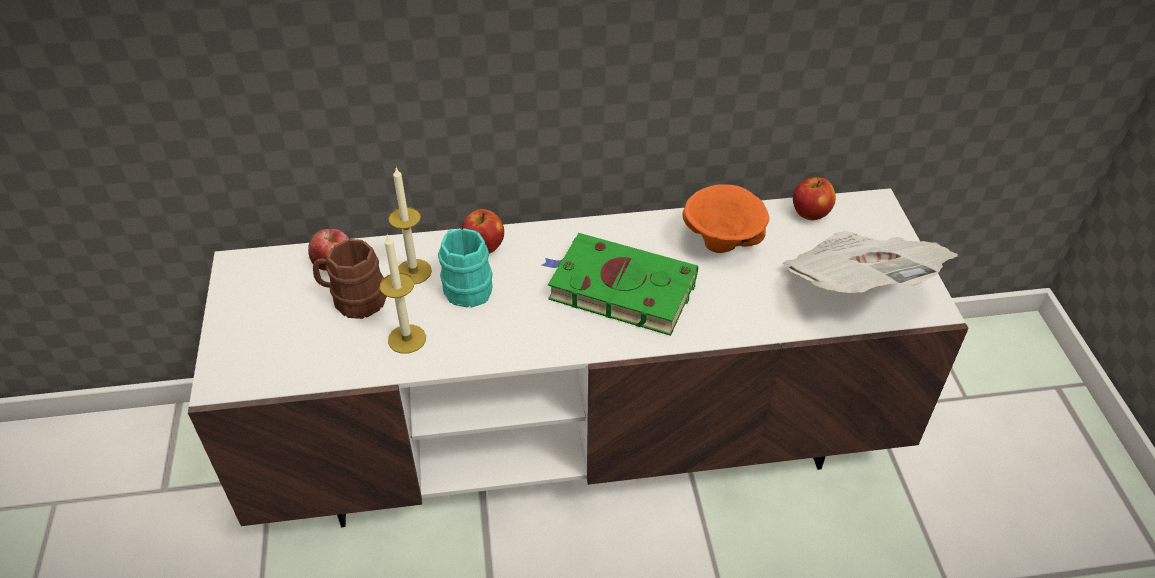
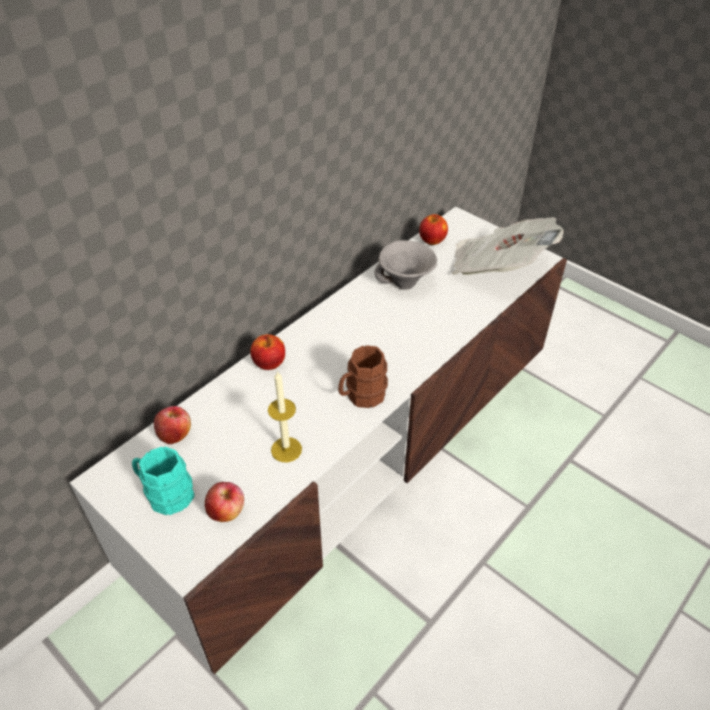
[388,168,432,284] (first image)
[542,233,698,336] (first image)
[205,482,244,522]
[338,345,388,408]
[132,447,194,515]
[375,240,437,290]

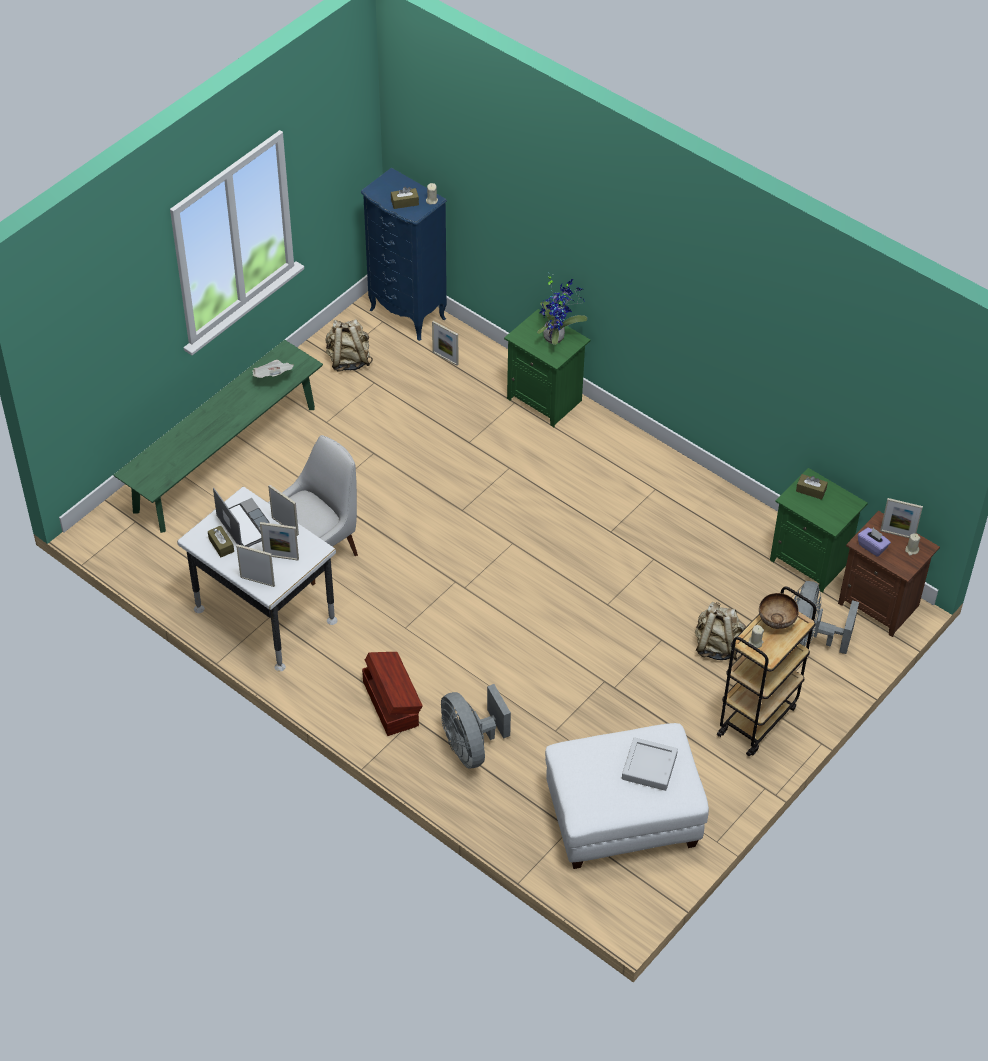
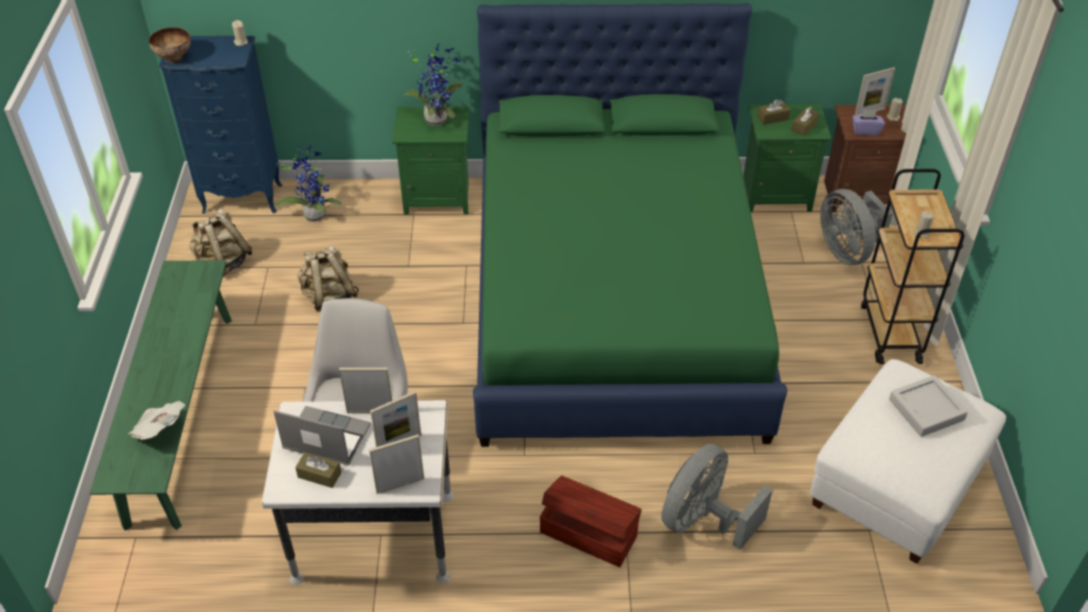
[473,3,787,447]
[129,401,185,440]
[791,106,819,136]
[297,245,359,312]
[149,27,191,63]
[276,145,342,222]
[661,444,773,550]

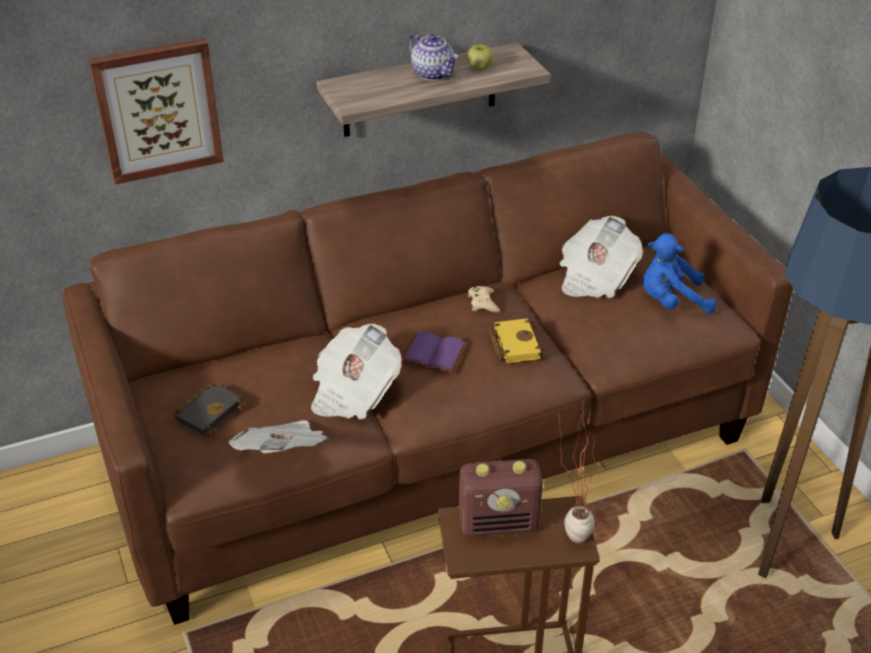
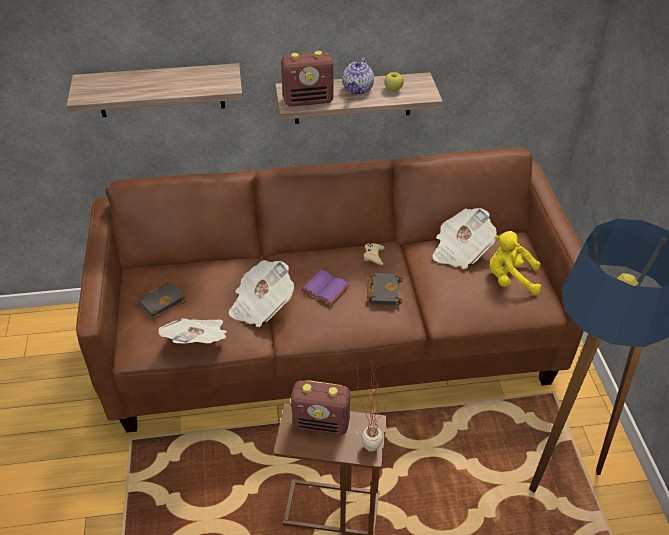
[281,51,334,107]
[67,63,243,117]
[367,273,403,306]
[490,231,541,295]
[342,57,374,95]

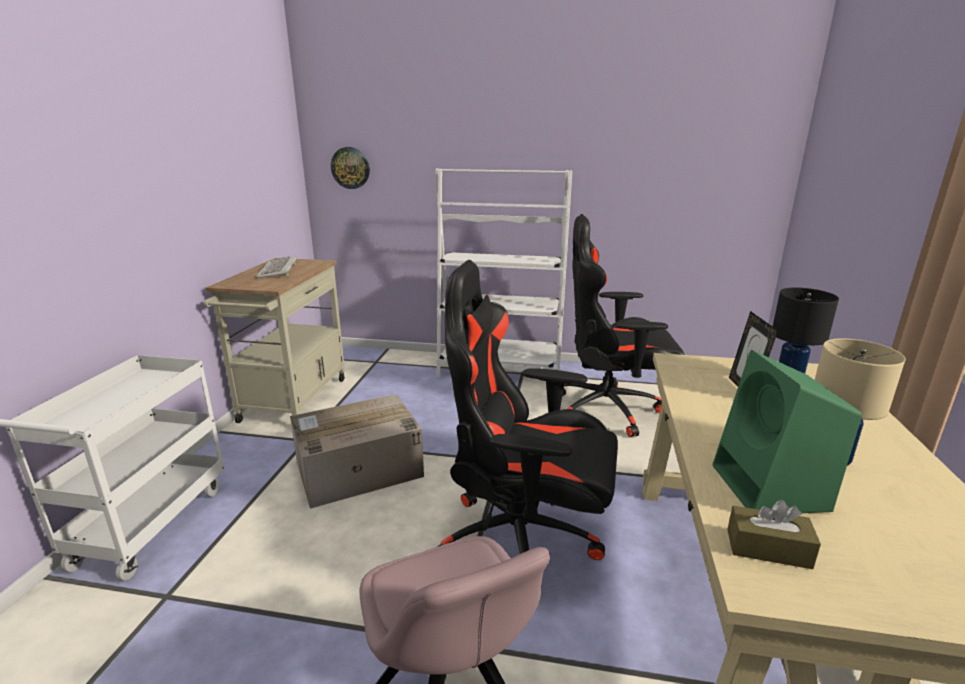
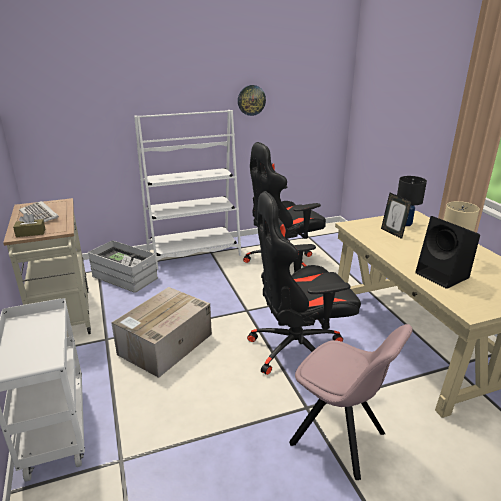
[88,240,158,293]
[238,85,266,116]
[13,213,45,237]
[415,216,480,289]

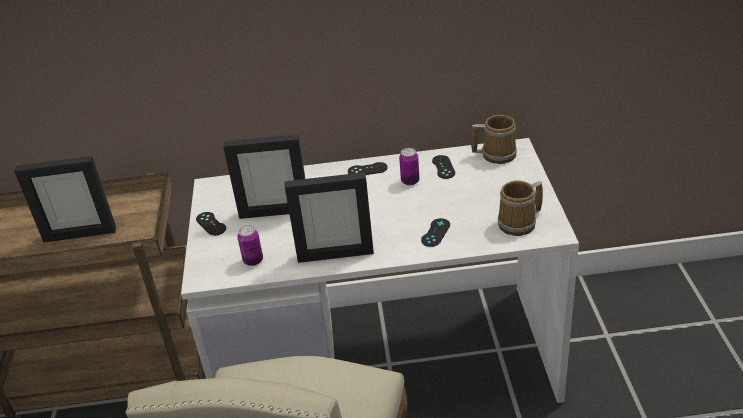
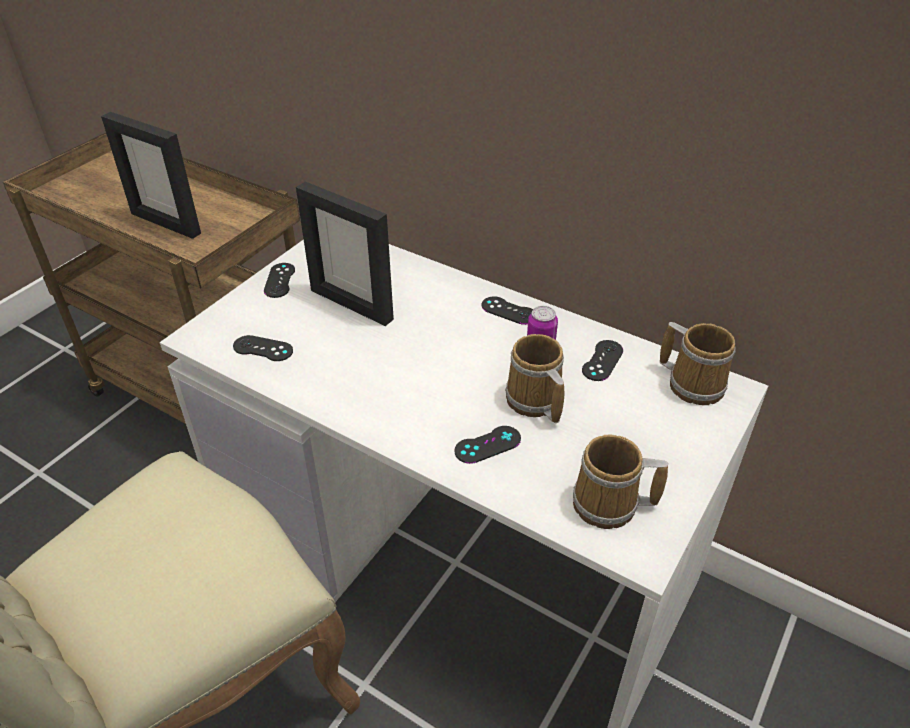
[285,172,374,263] (first image)
[505,334,564,423]
[233,335,293,361]

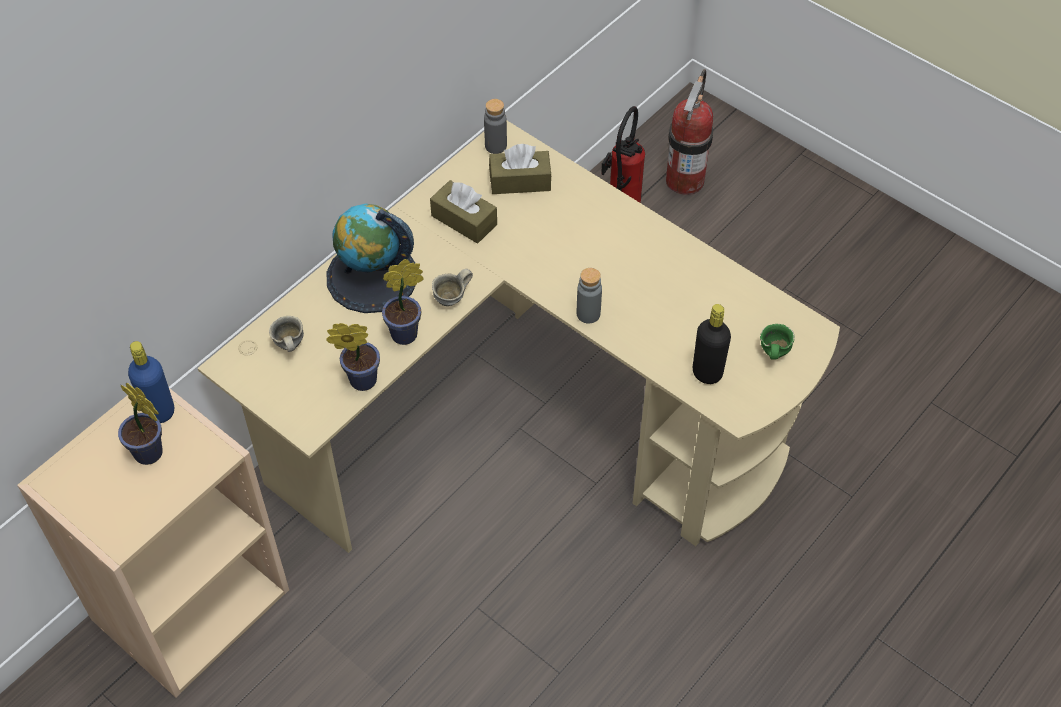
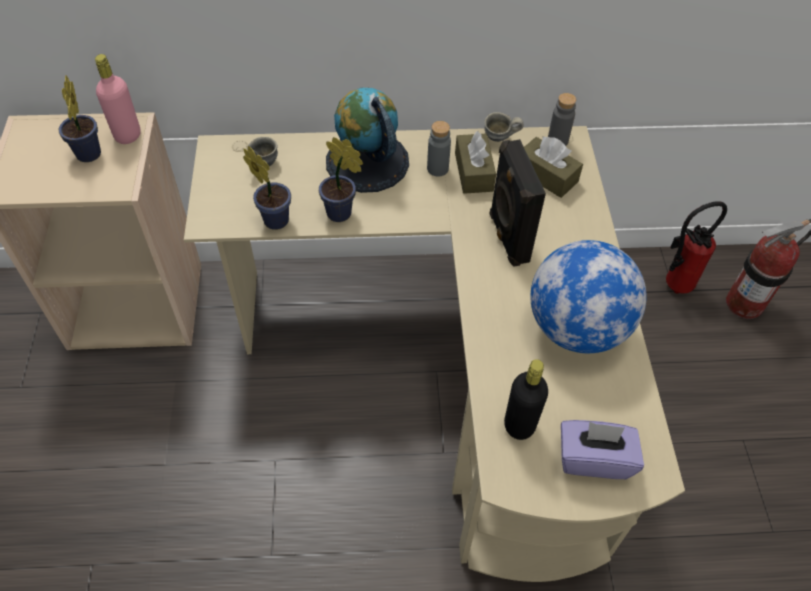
[489,139,546,267]
[530,240,646,353]
[484,112,524,142]
[427,121,451,177]
[561,420,644,479]
[95,54,141,144]

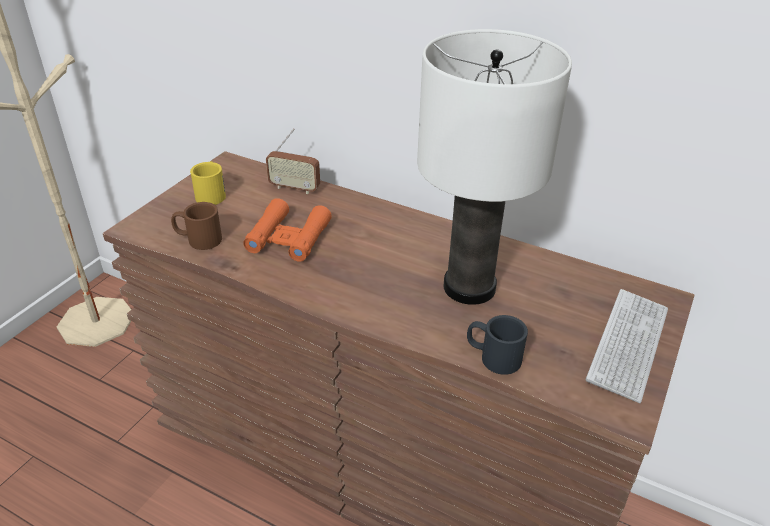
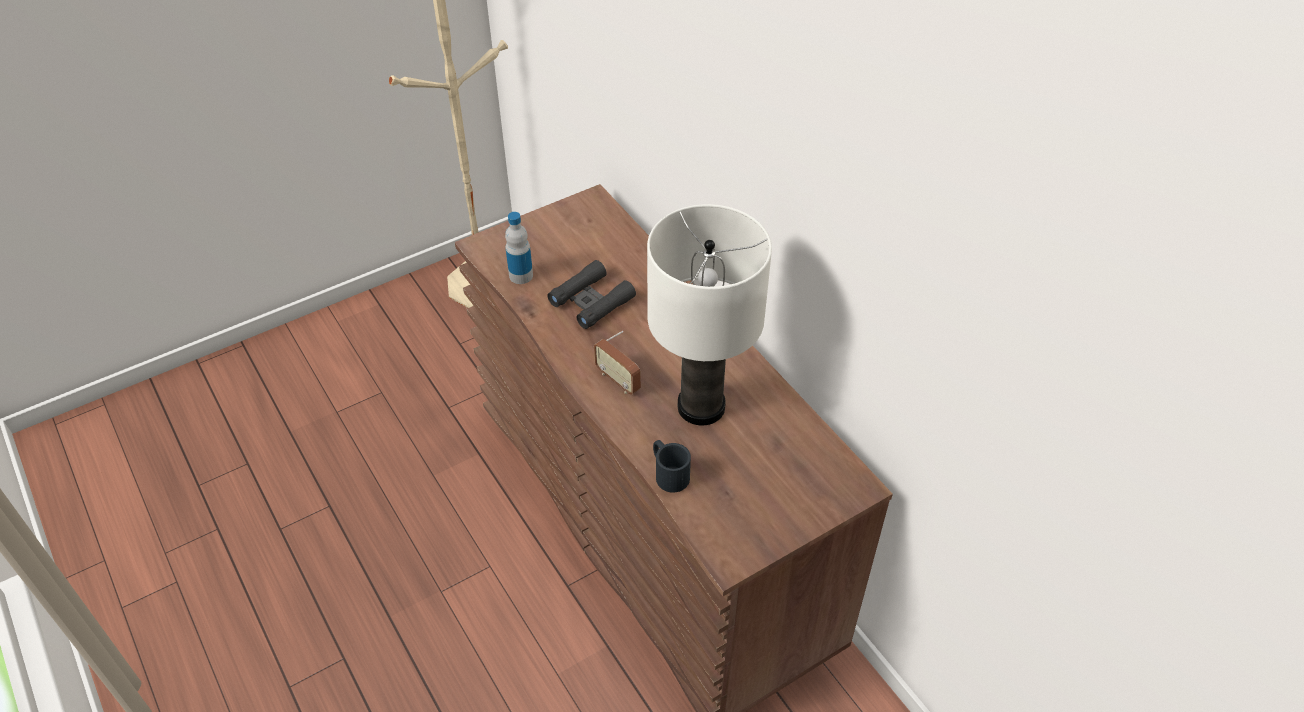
[190,161,226,205] (first image)
[586,289,668,403] (first image)
[594,331,641,395]
[505,212,533,284]
[547,260,636,329]

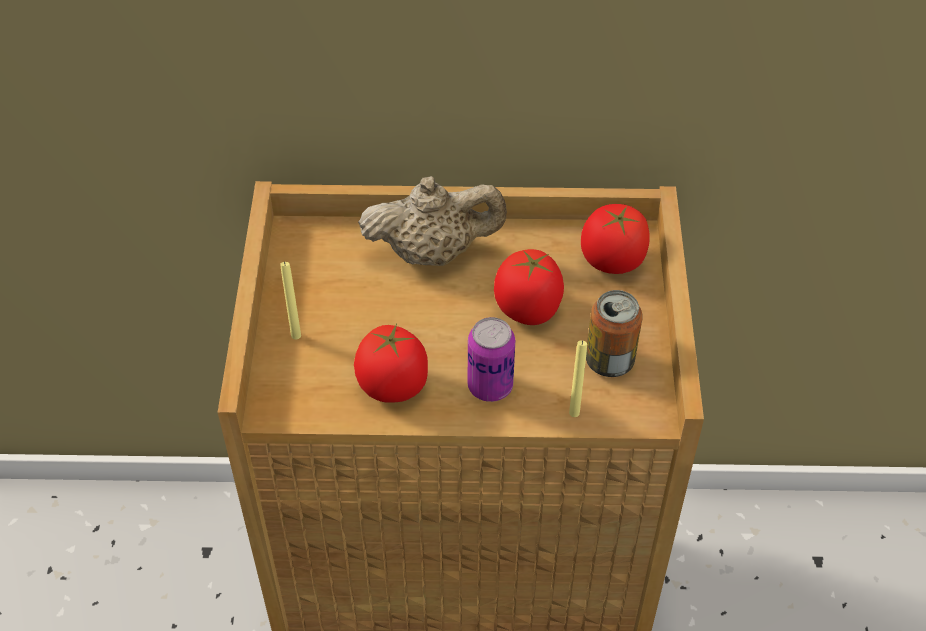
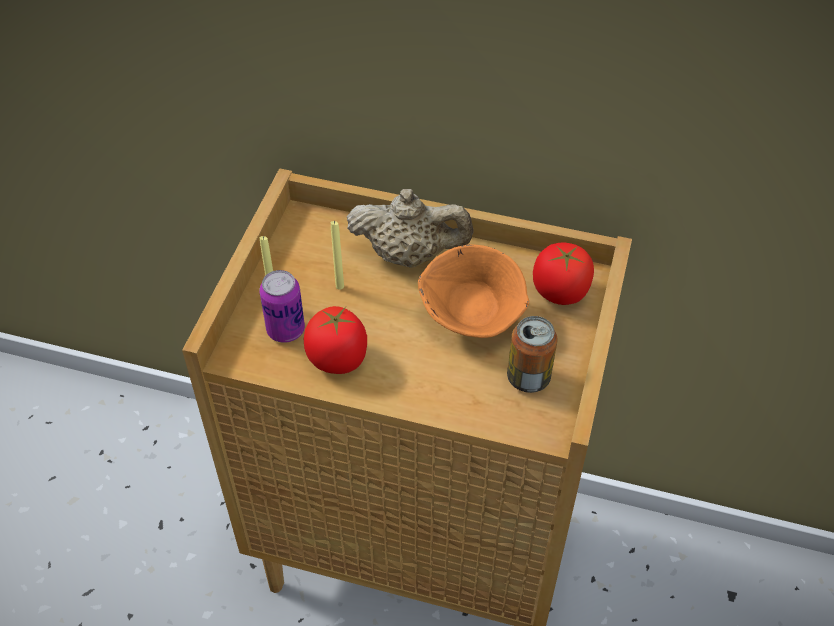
[260,270,305,343]
[331,221,344,290]
[418,244,529,338]

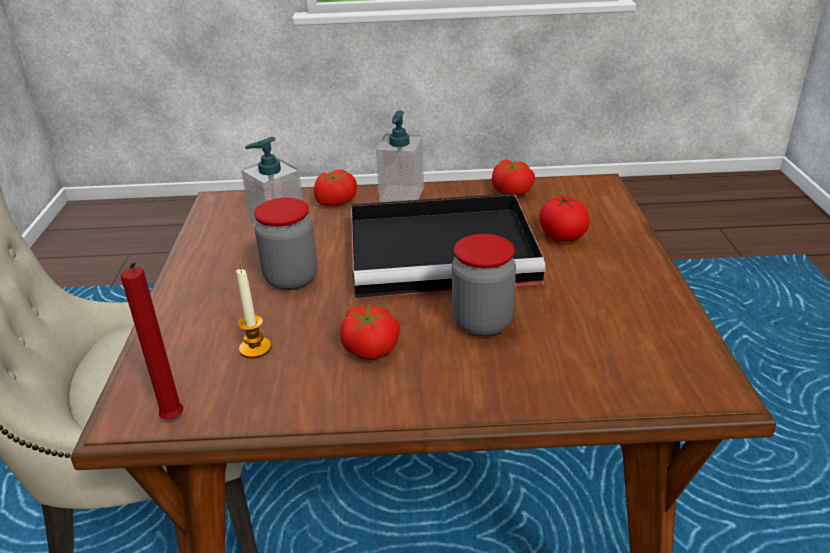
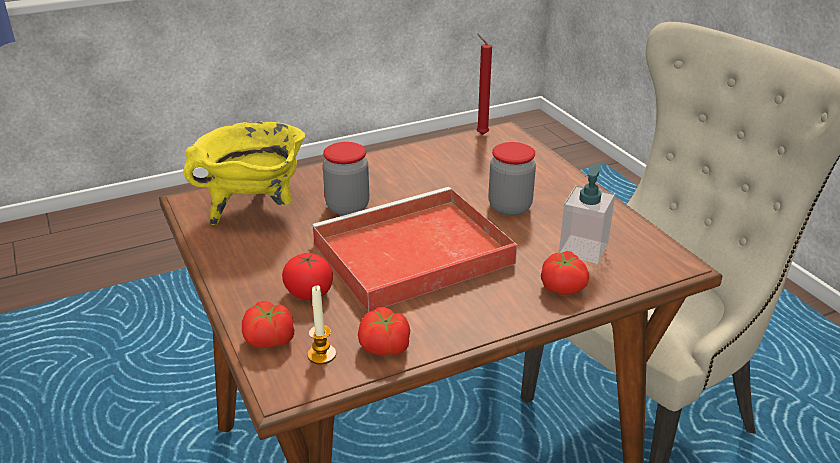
[376,110,424,202] (first image)
[183,122,305,225]
[307,285,336,365]
[242,301,294,348]
[311,187,517,312]

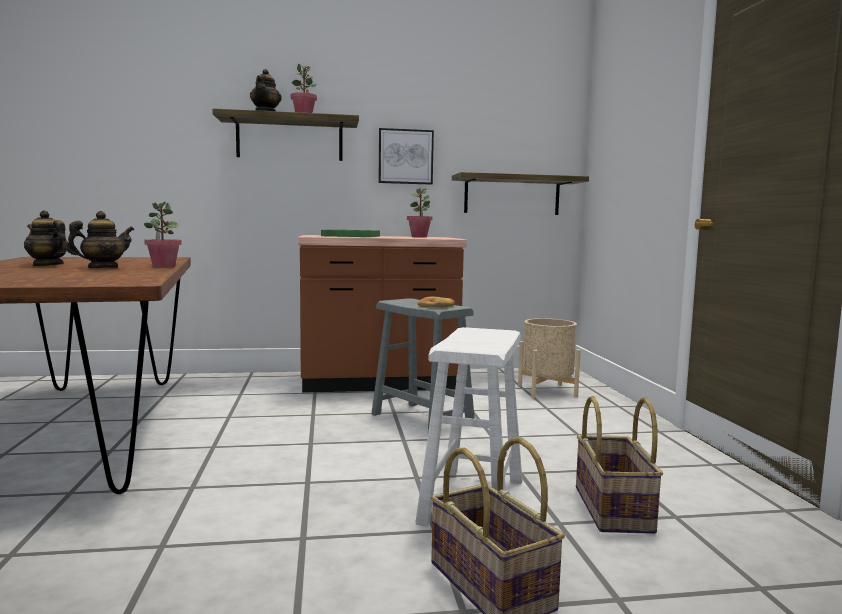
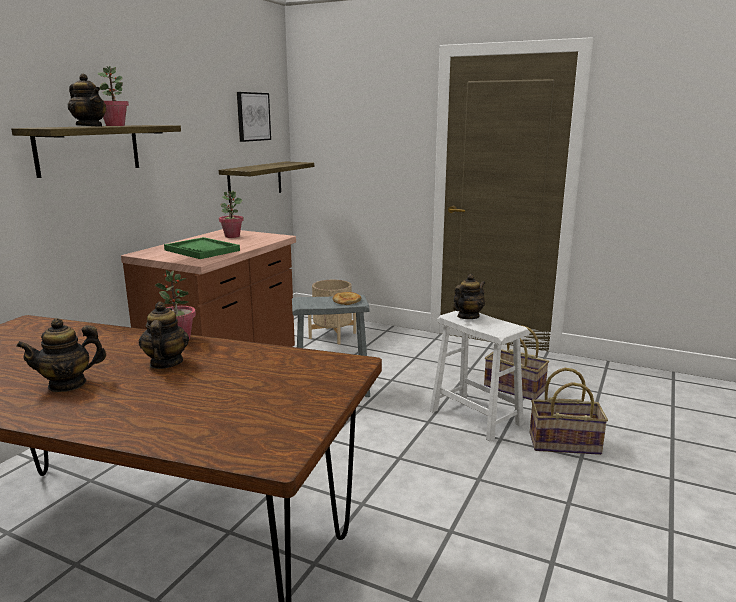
[453,274,485,319]
[237,92,271,142]

